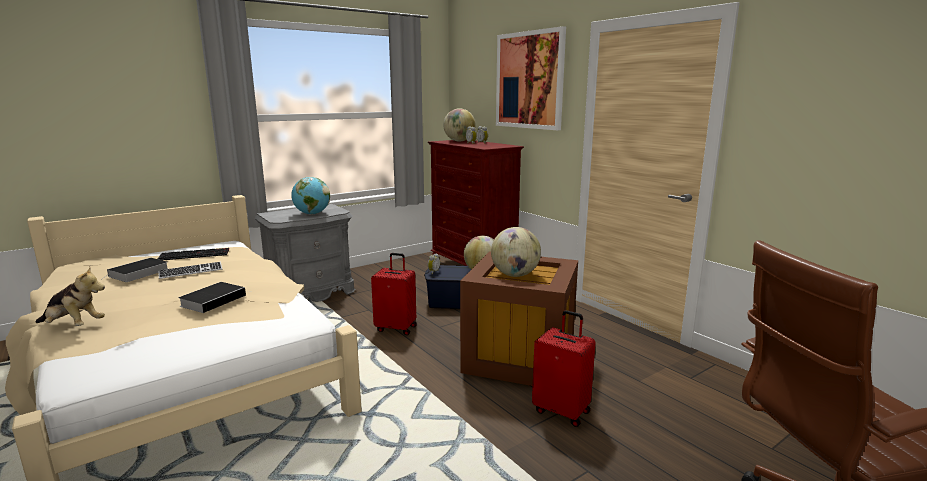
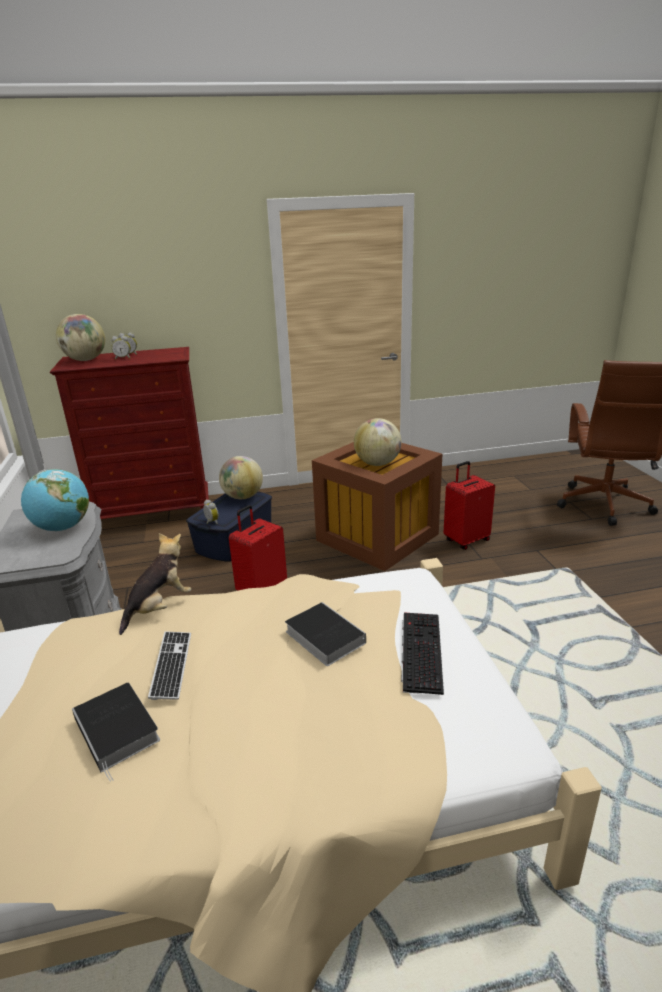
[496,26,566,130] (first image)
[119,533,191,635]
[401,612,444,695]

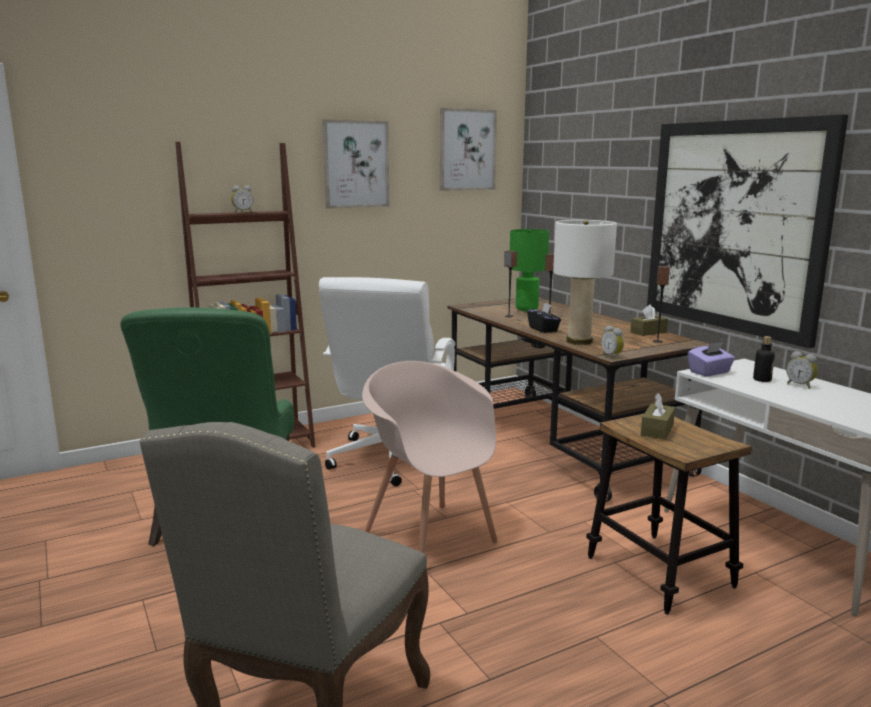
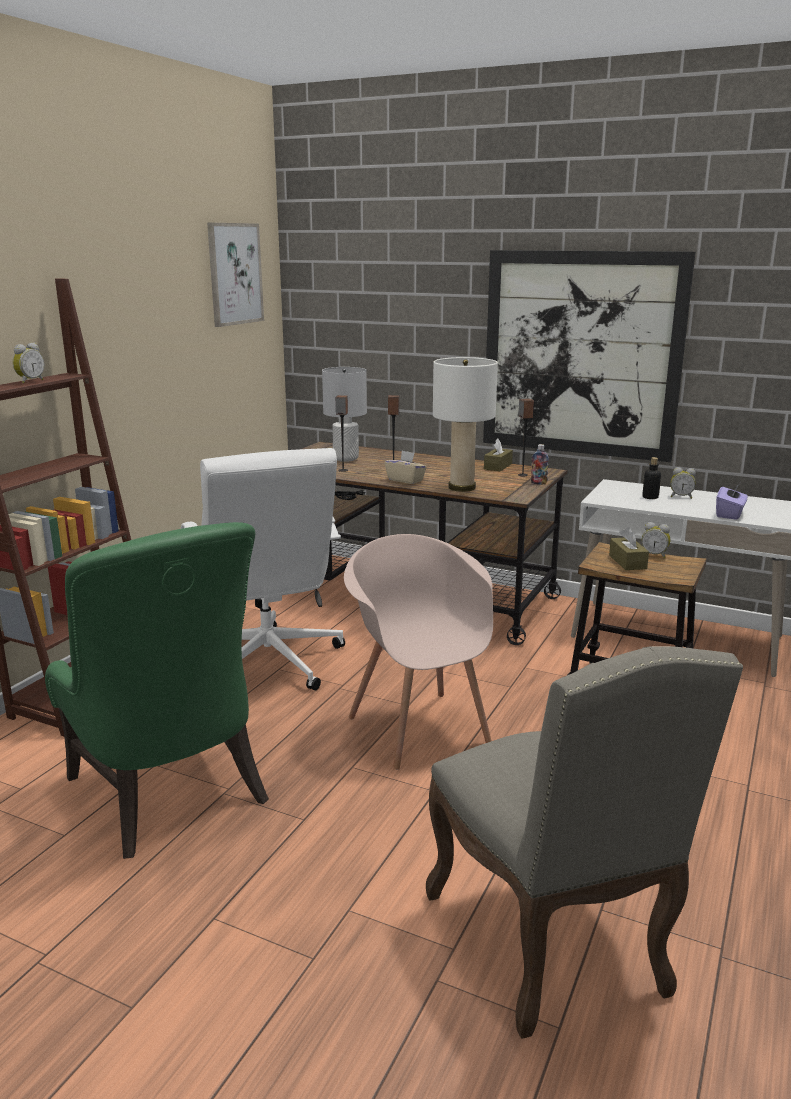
[322,119,390,209] (first image)
[531,444,549,485]
[641,522,670,558]
[716,483,748,520]
[322,367,367,462]
[385,451,427,484]
[344,534,493,770]

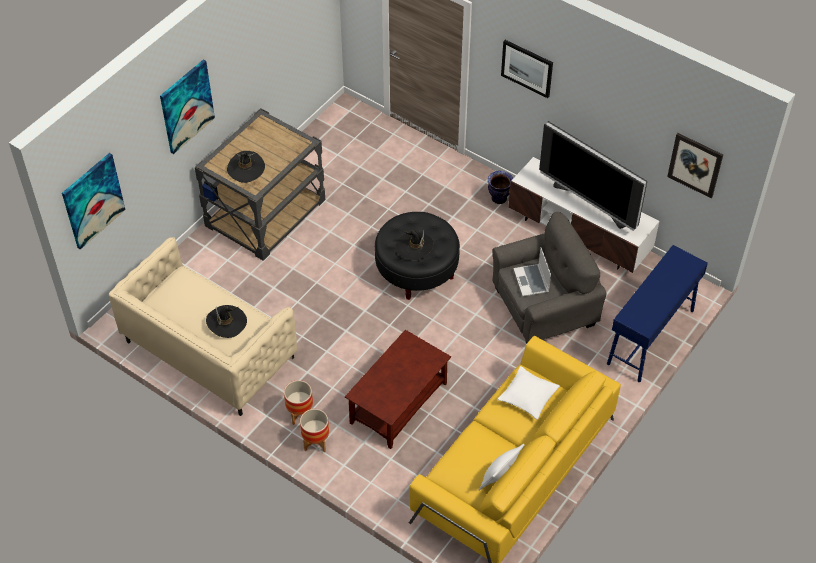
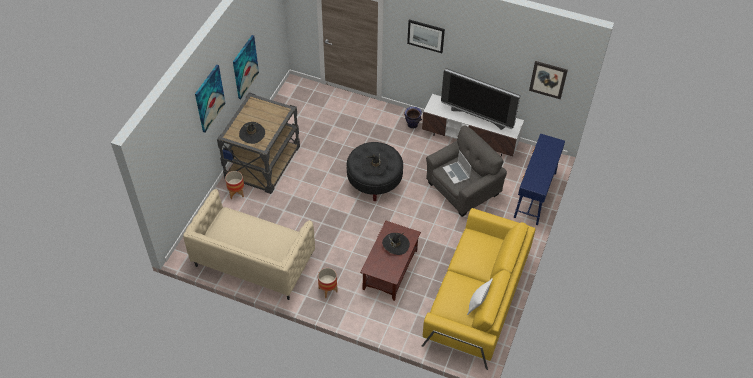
[497,366,560,420] (first image)
[233,35,259,99]
[382,232,410,255]
[225,171,244,199]

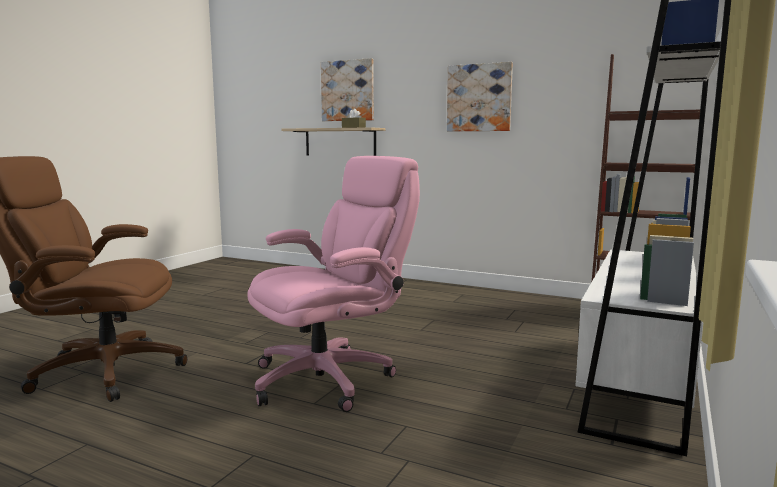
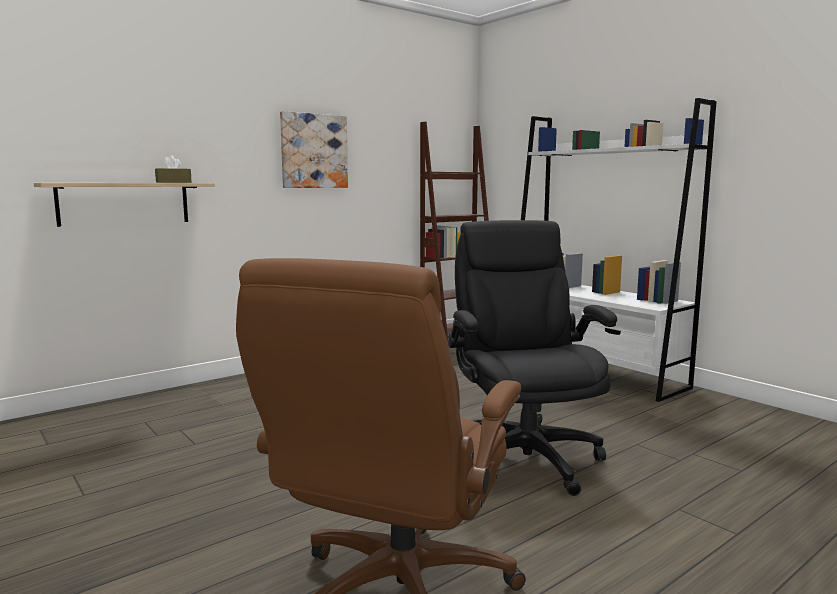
[321,58,374,121] (first image)
[448,220,617,496]

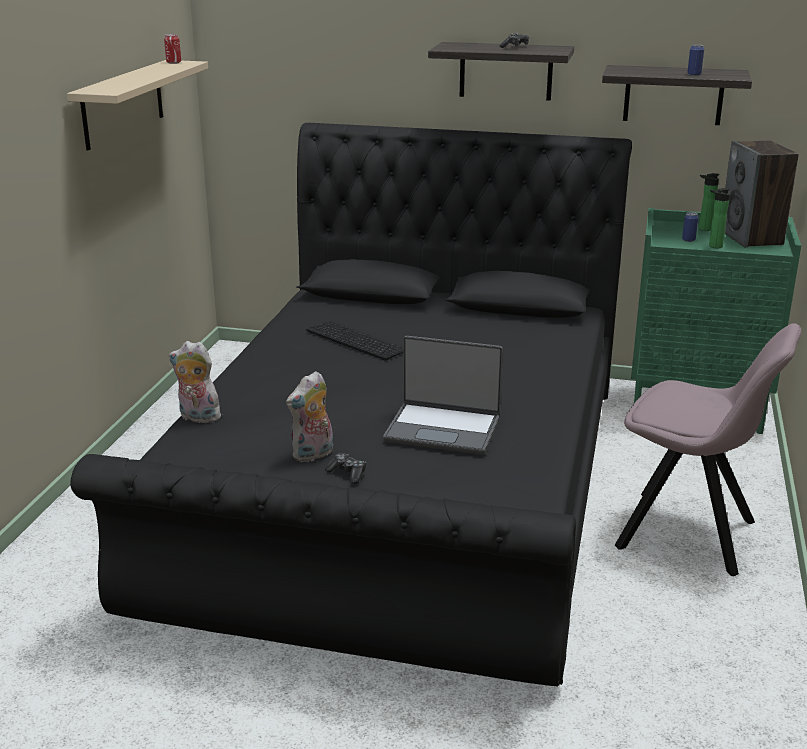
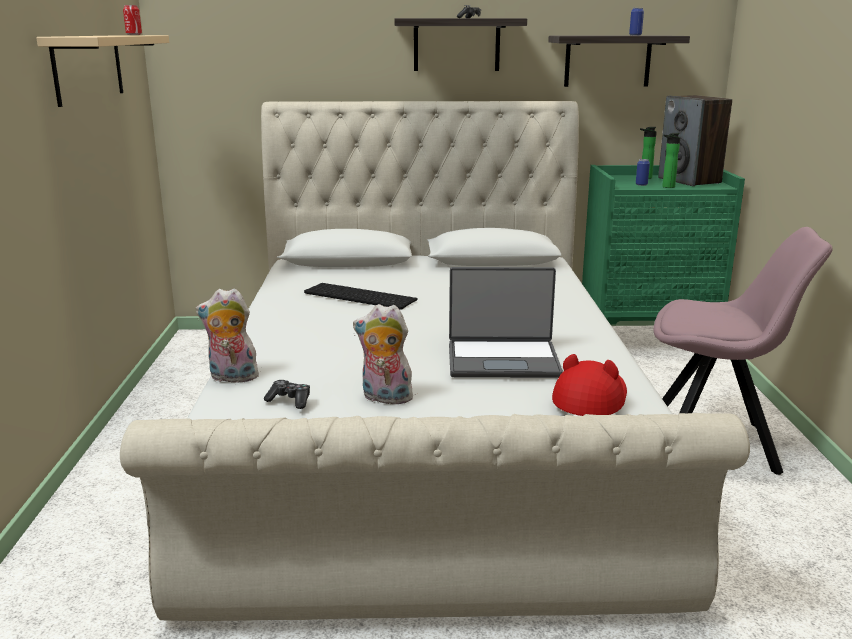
[552,354,627,416]
[264,380,310,409]
[120,101,750,621]
[353,304,413,404]

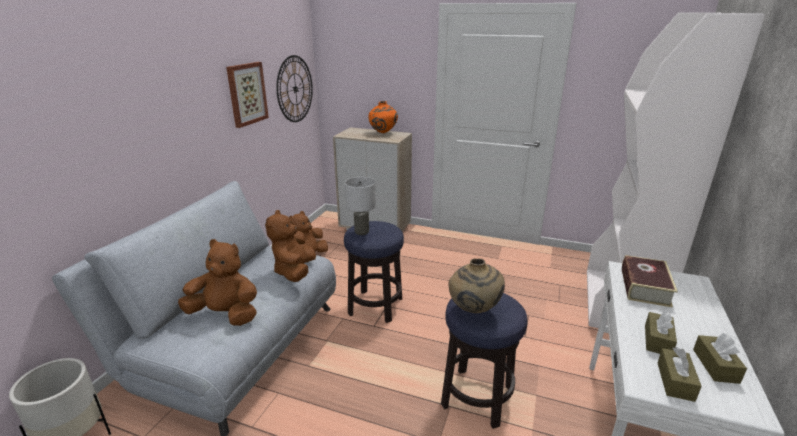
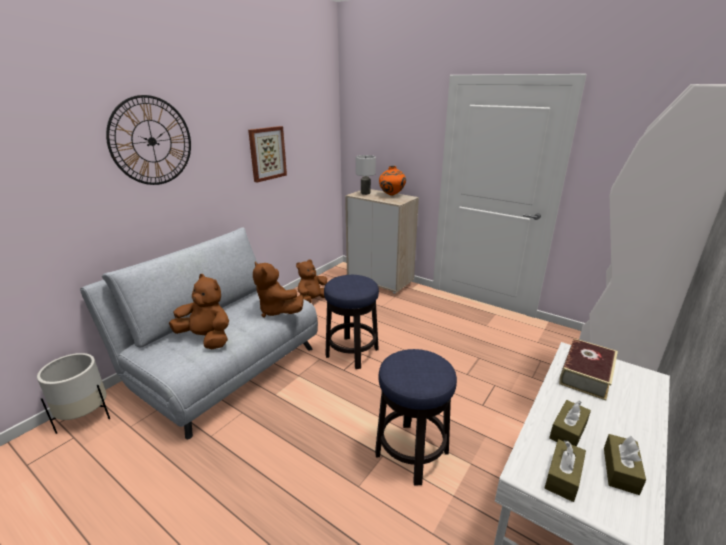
[448,259,505,313] (first image)
[106,95,191,185]
[356,155,376,195]
[253,261,304,317]

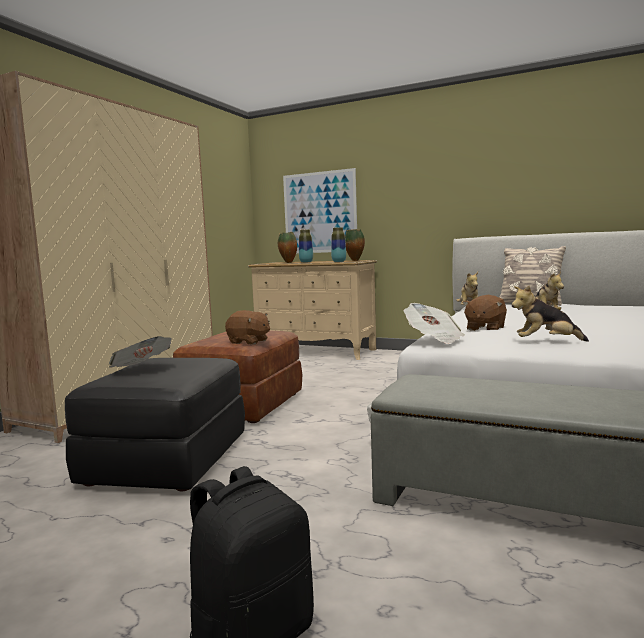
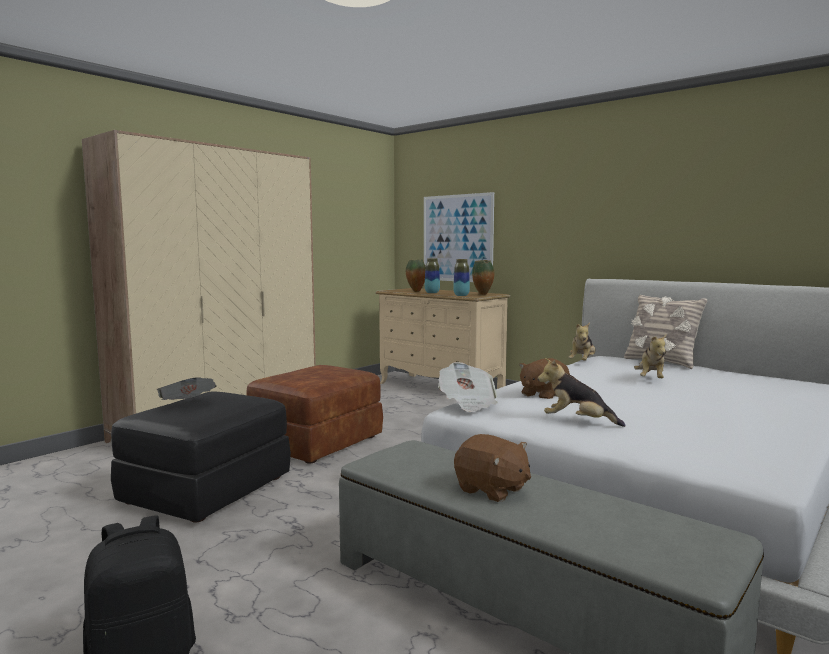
[454,434,531,502]

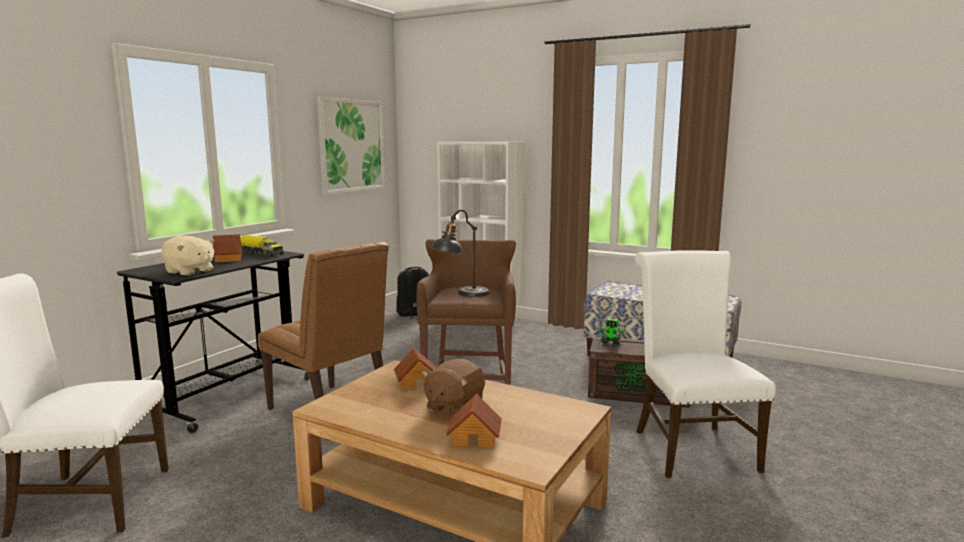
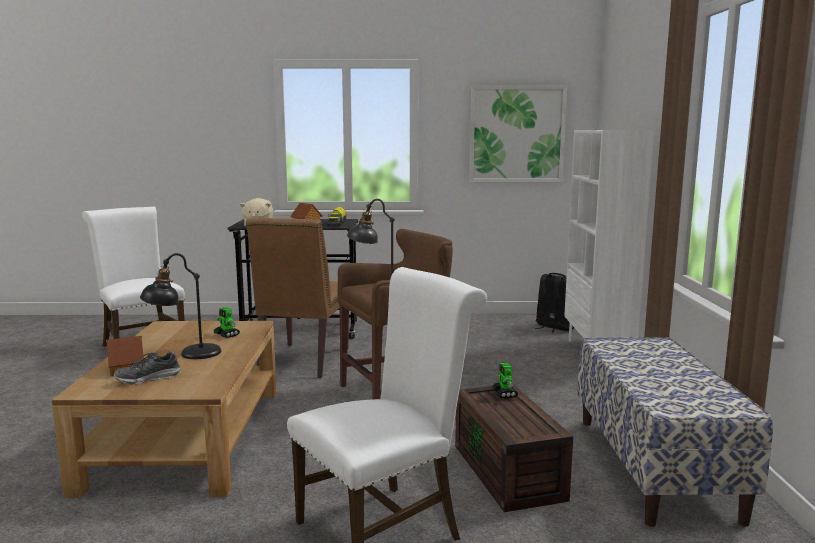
[114,351,181,385]
[214,307,240,338]
[140,253,221,359]

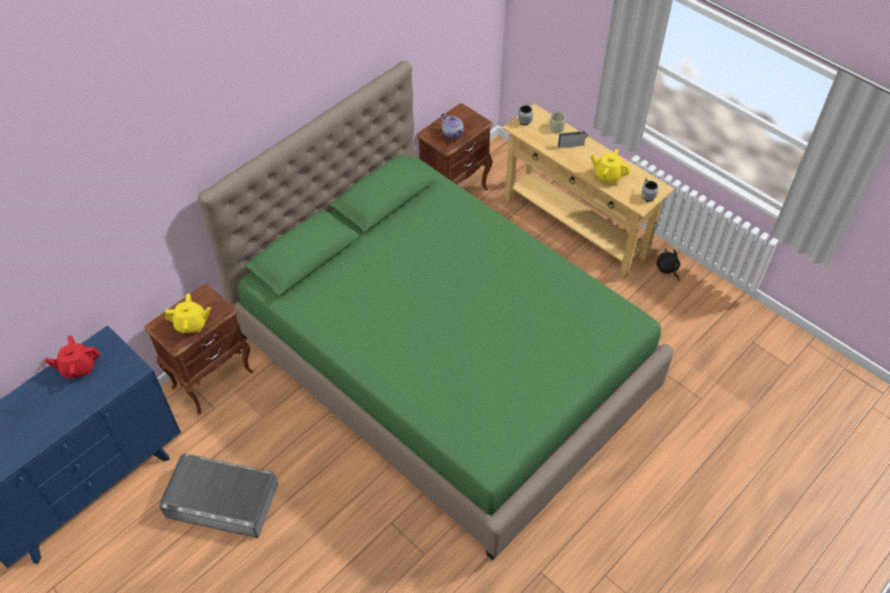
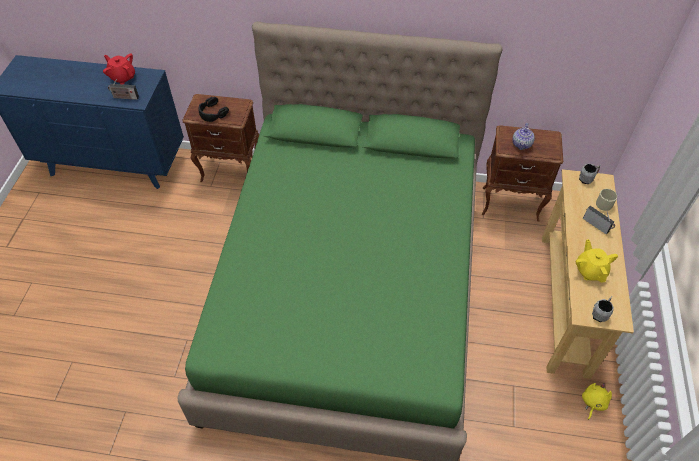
[159,453,278,538] (first image)
[108,79,139,100]
[198,97,229,122]
[582,383,612,420]

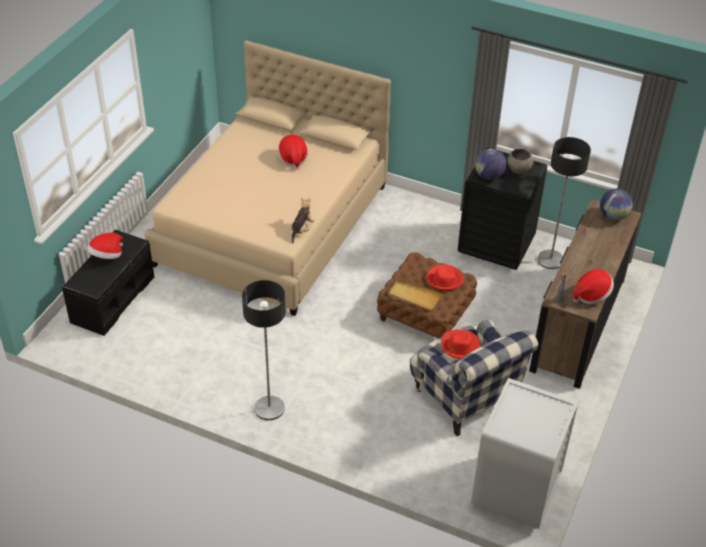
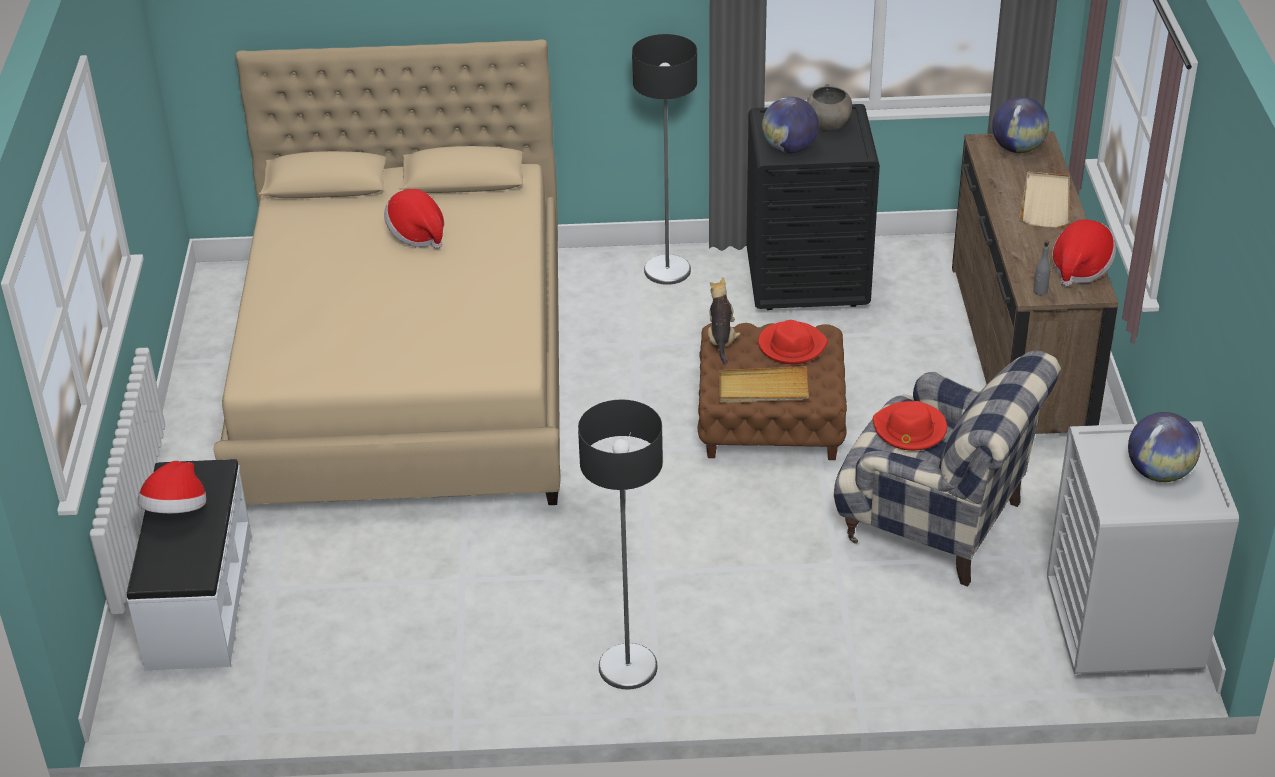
[1019,172,1070,228]
[1128,412,1201,482]
[708,277,741,365]
[632,34,697,285]
[127,459,252,670]

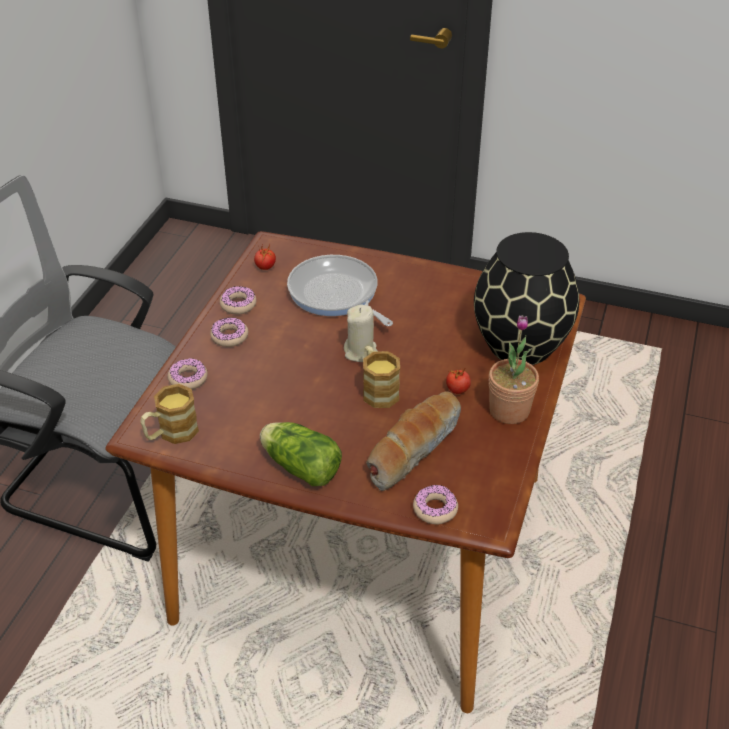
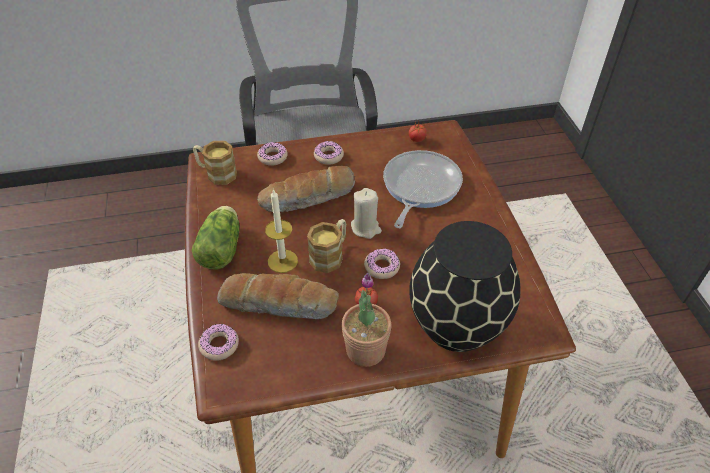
[257,166,355,212]
[265,189,298,273]
[364,248,400,279]

